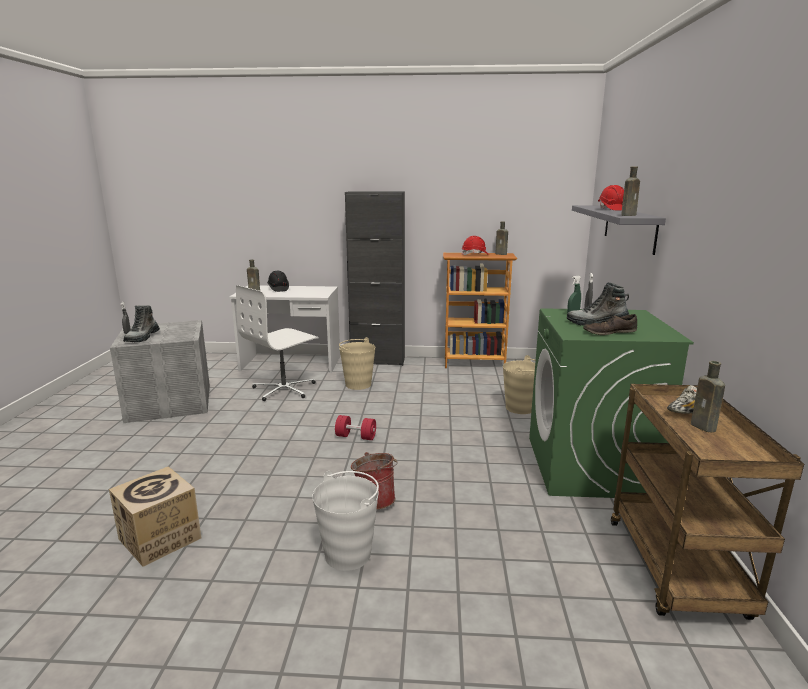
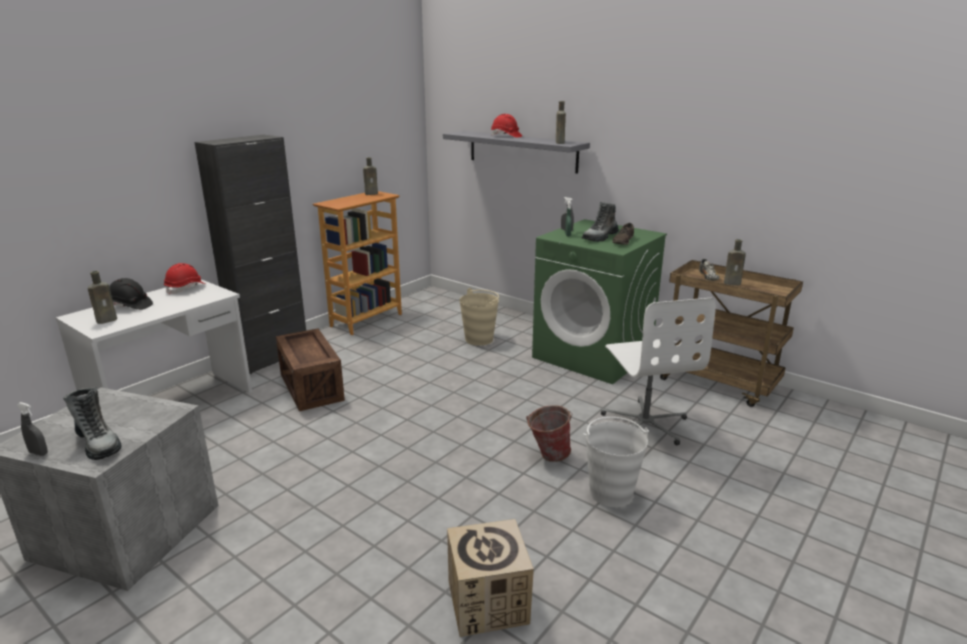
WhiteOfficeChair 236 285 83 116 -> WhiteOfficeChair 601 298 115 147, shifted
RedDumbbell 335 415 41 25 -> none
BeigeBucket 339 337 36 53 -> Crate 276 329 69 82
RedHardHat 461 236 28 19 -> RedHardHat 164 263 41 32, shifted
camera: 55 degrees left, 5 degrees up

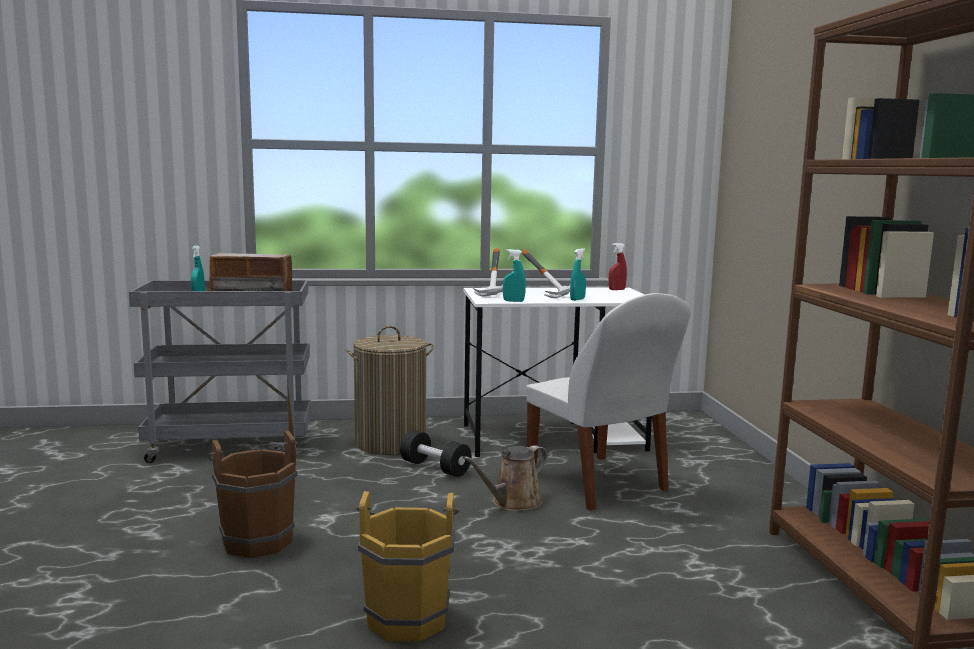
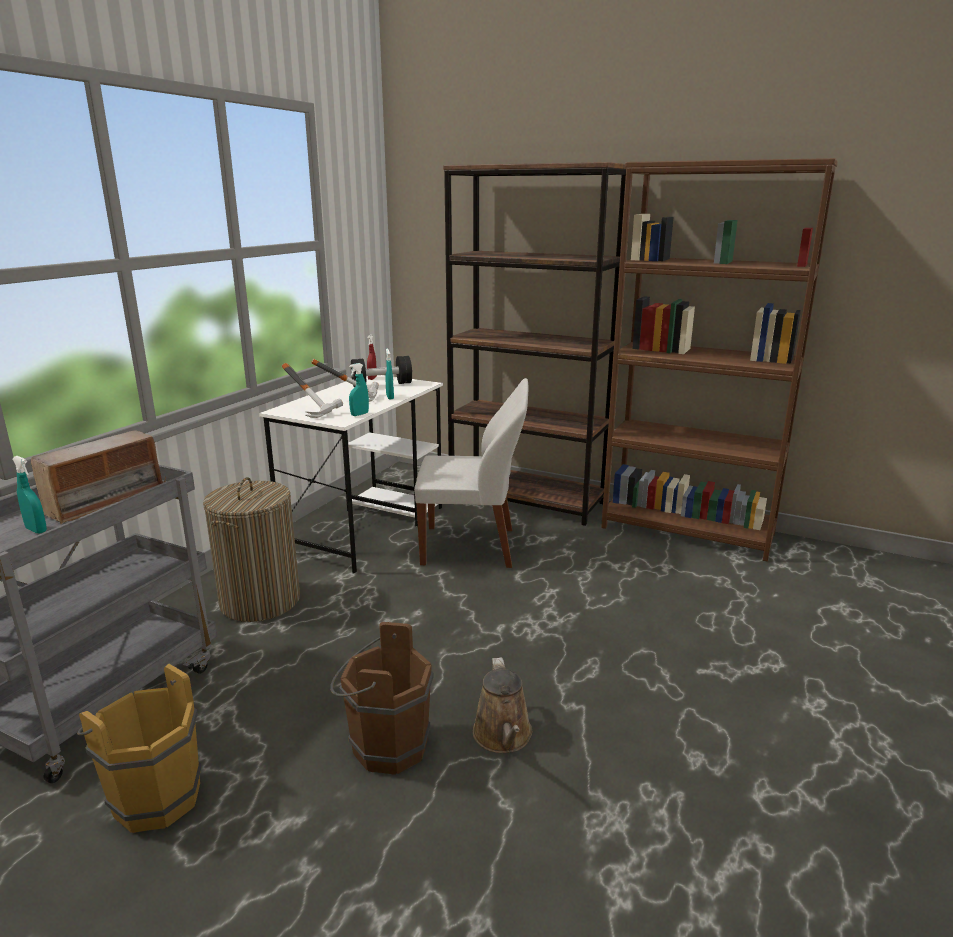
BrownBucket 356 491 103 151 -> BrownBucket 77 663 124 170, shifted
BlackDumbbell 400 430 71 47 -> BlackDumbbell 351 356 61 31, shifted
BrownWateringCan 463 445 84 66 -> BrownWateringCan 473 657 59 96, shifted
none -> BrownBookcase 443 162 183 364
camera: 55 degrees left, 10 degrees up

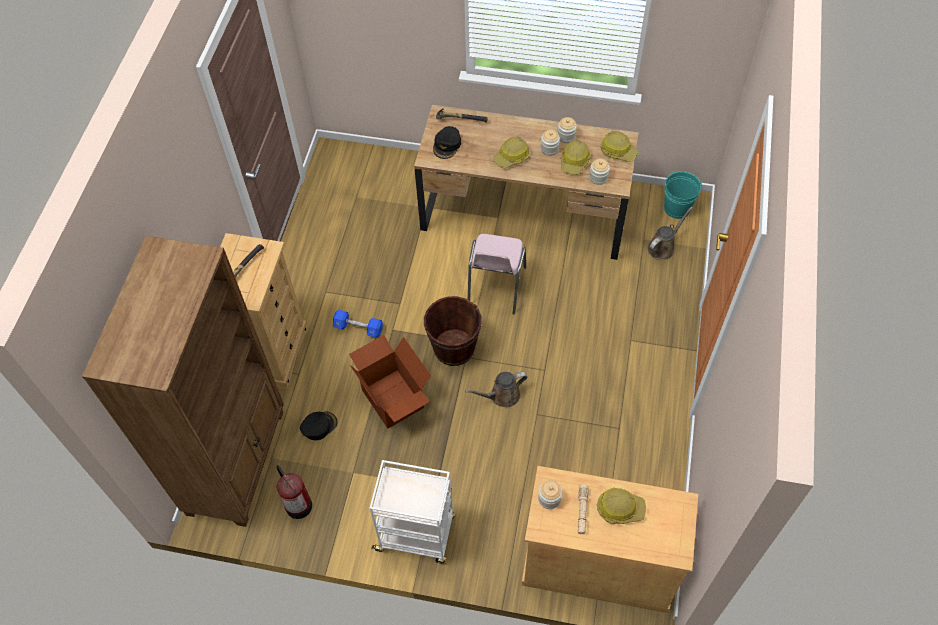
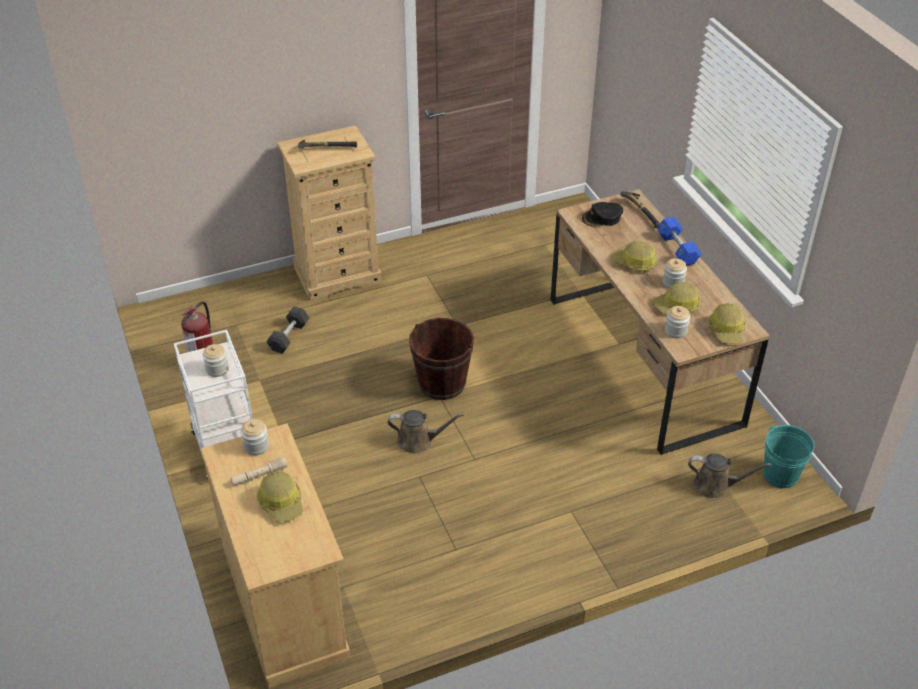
BrownBookcase 82 236 202 291 -> none
BlackCap 300 412 37 28 -> BlackDumbbell 266 306 43 48
BlueDumbbell 333 310 50 28 -> BlueDumbbell 657 217 45 49, shifted
CardboardBox 349 335 82 94 -> none
BrownWateringCan 465 372 62 35 -> BrownWateringCan 387 410 77 44, 150 degrees clockwise
PinkChair 468 234 58 81 -> none
Jar 558 117 19 26 -> Jar 203 344 26 33, shifted
camera: 55 degrees right, 15 degrees down

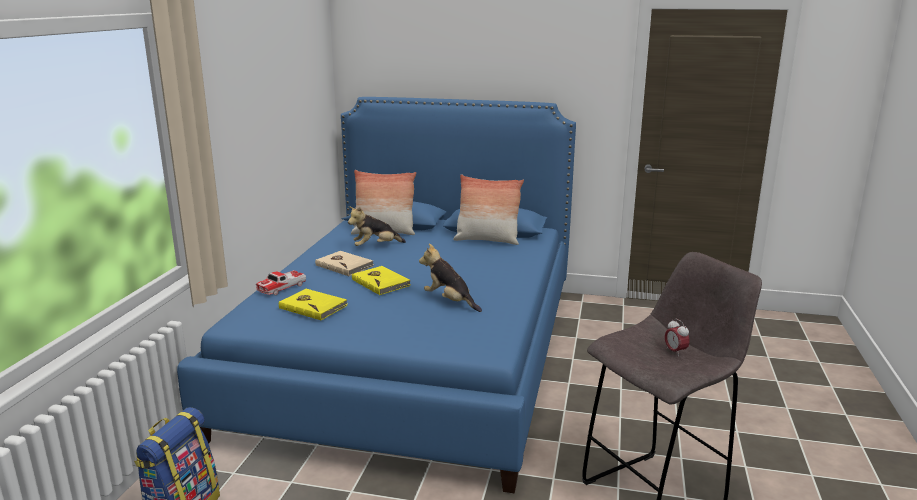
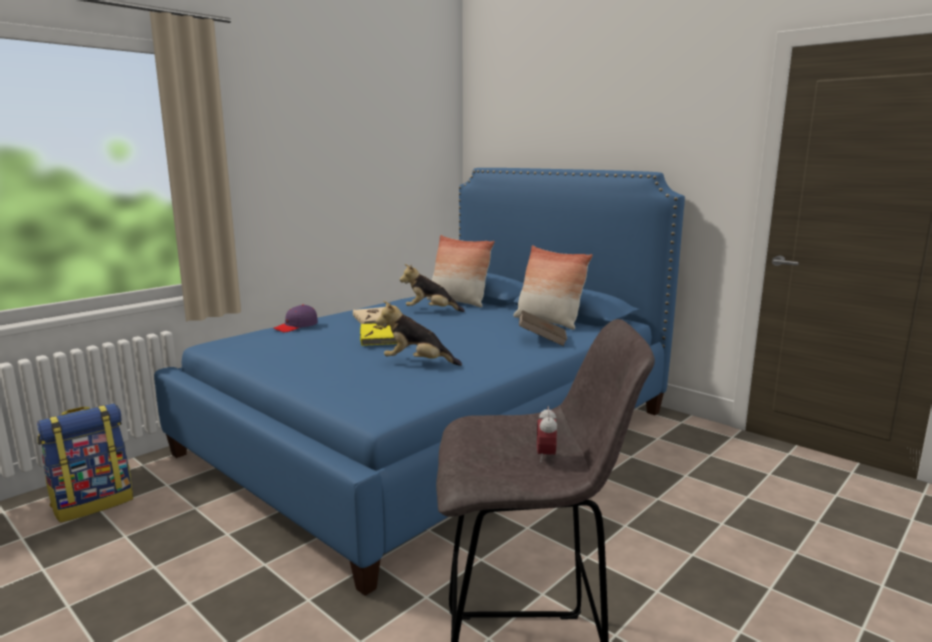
ToyCar 256 270 50 25 -> PurpleCap 273 304 45 28
YellowBook 279 289 69 31 -> none
PlushToy 419 244 63 68 -> PlushToy 376 300 86 66, 60 degrees counterclockwise
none -> BrownBook 519 310 48 36
camera: 30 degrees right, 5 degrees down

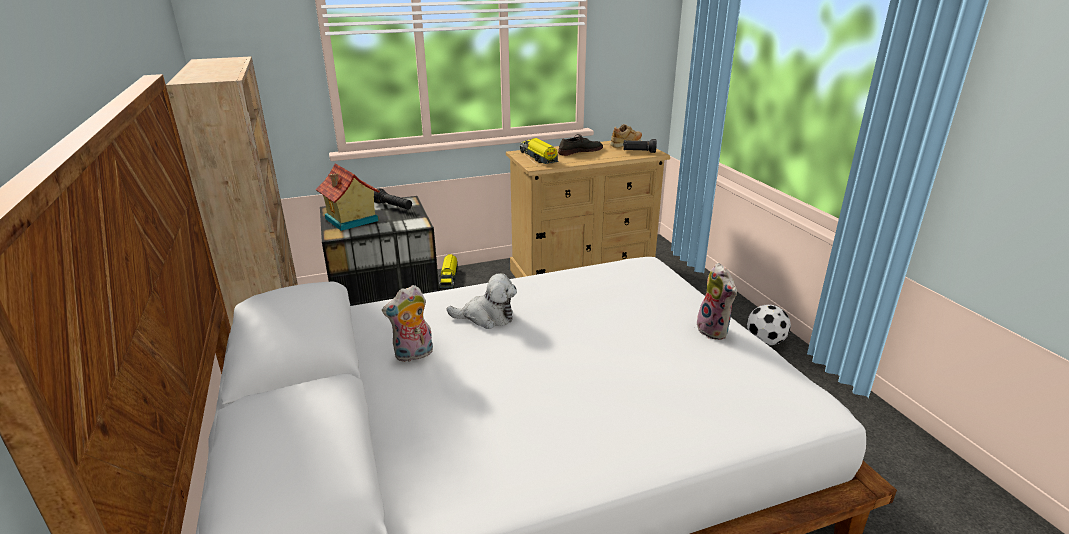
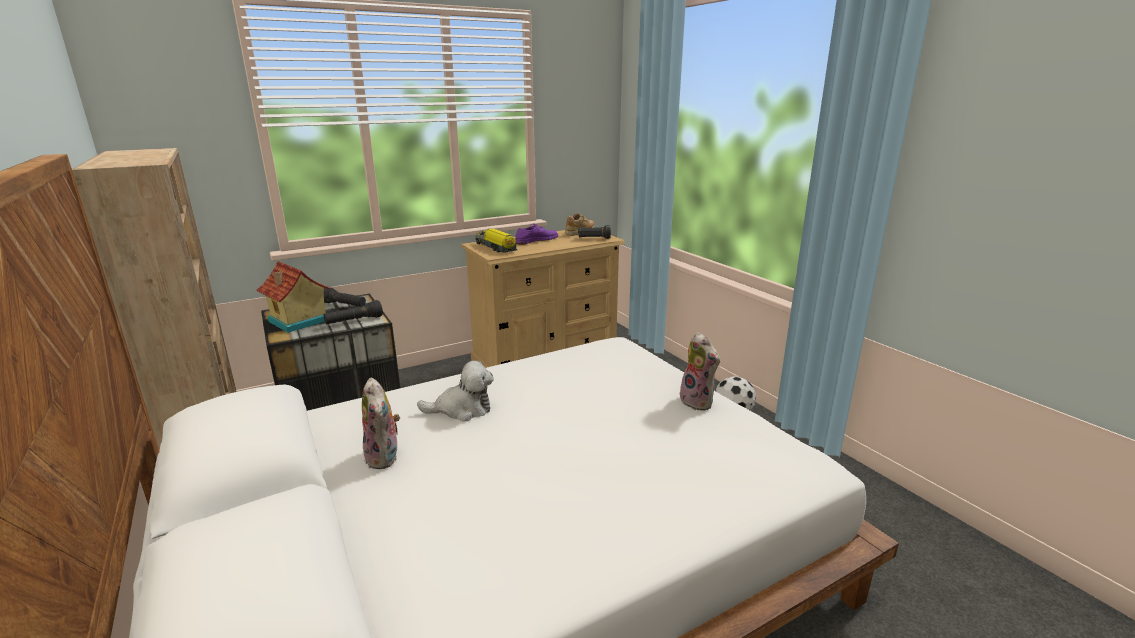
PlushToy 382 285 51 77 -> PlushToy 362 377 38 92, 75 degrees counterclockwise
ToyTruck 439 254 19 36 -> none
GreyShoe 558 134 45 22 -> PurpleShoe 515 224 43 21
none -> BlackFlashlight 324 300 59 24
camera: 10 degrees left, 5 degrees down

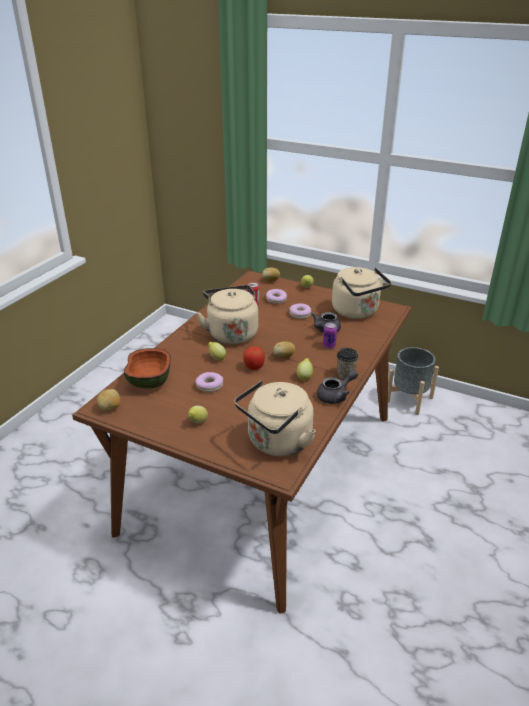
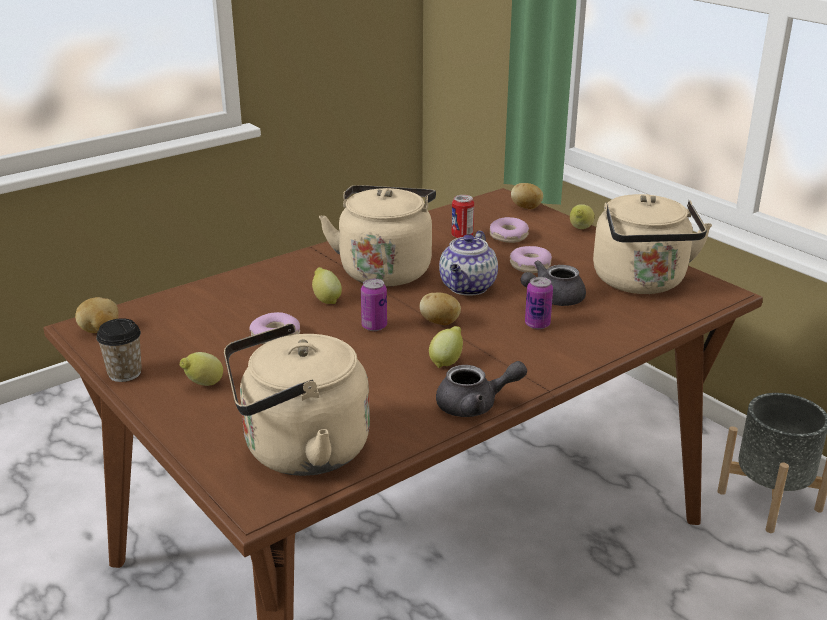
Bowl 124 348 47 40 -> none
Apple 243 346 22 24 -> Can 361 279 26 52
Cup 337 348 21 31 -> Cup 96 318 46 64, shifted
none -> Teapot 439 231 59 65
camera: 25 degrees right, 5 degrees down

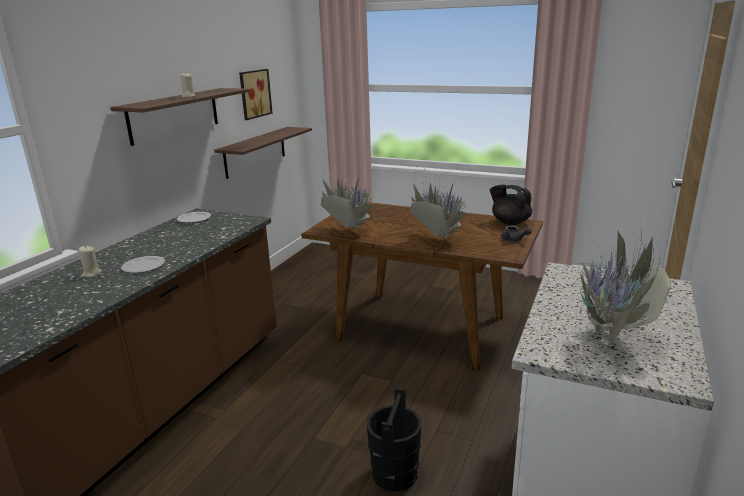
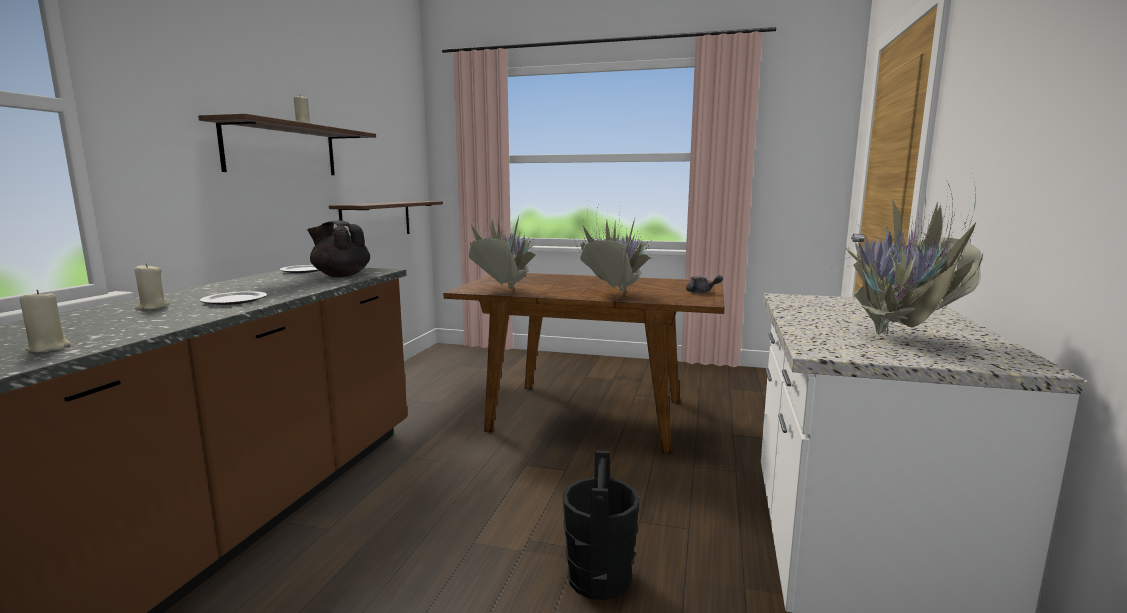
Picture 239 69 34 51 -> none
BlackTeapot 490 185 42 40 -> BlackTeapot 307 220 63 57, shifted
none -> BeigeCandle 20 290 51 63
camera: 10 degrees left, 10 degrees down

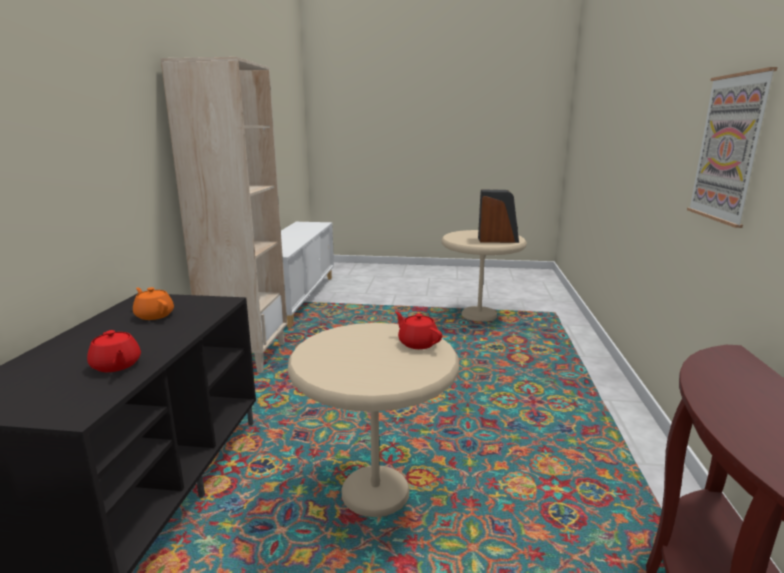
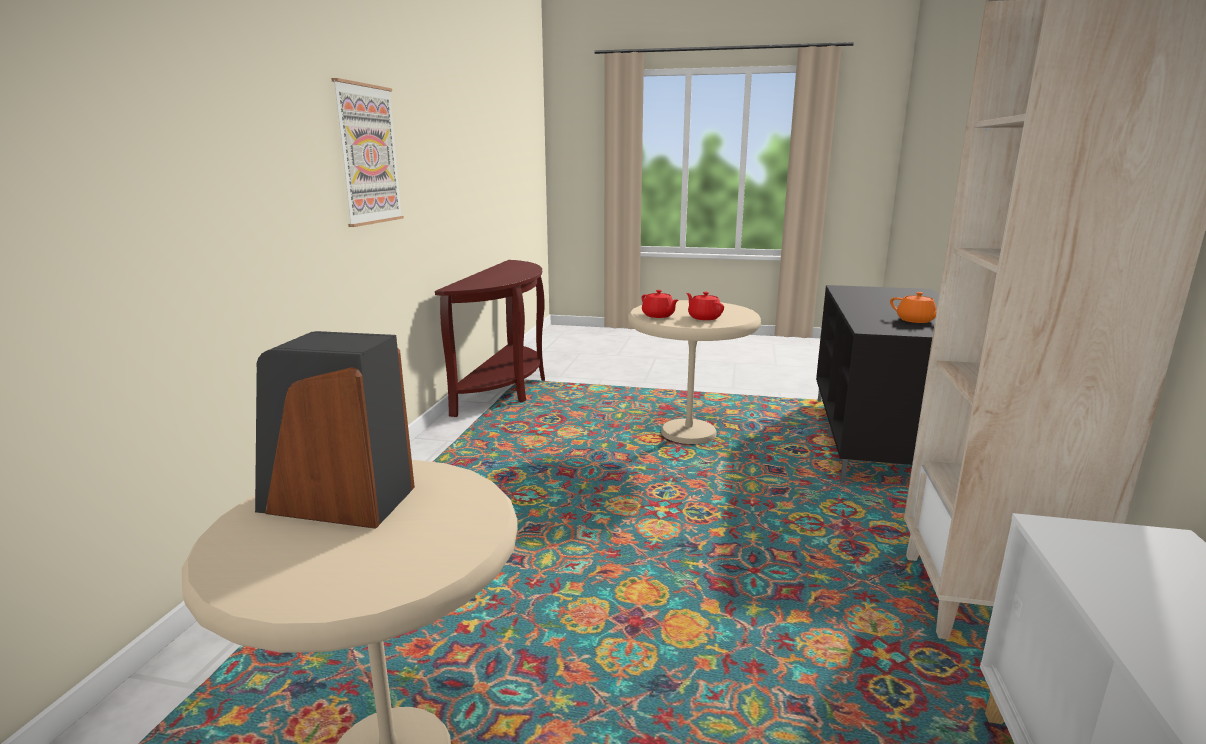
RedTeapot 87 330 54 42 -> RedTeapot 686 292 38 28, shifted
camera: 175 degrees left, 0 degrees up

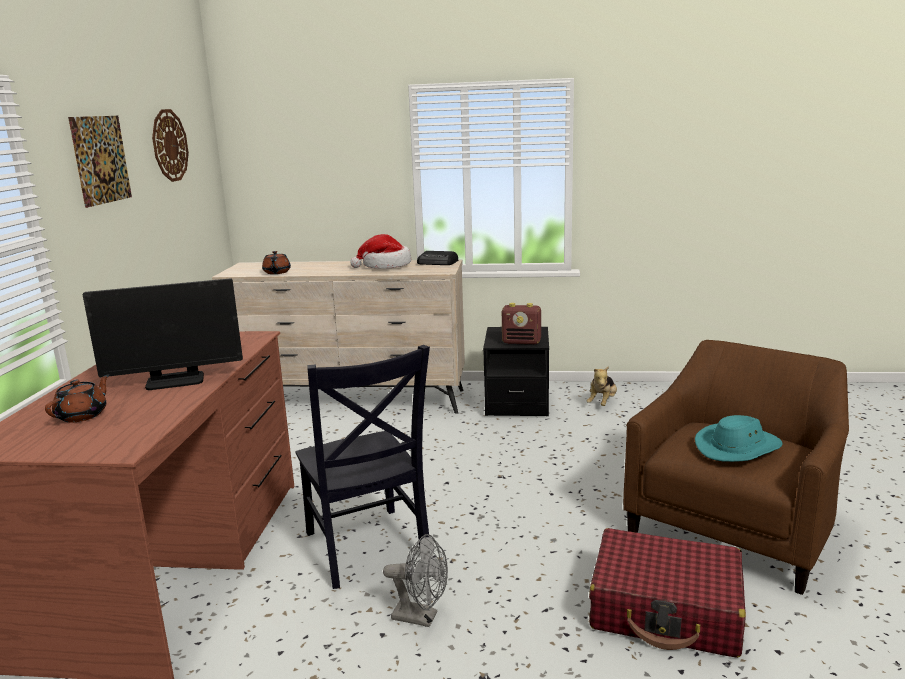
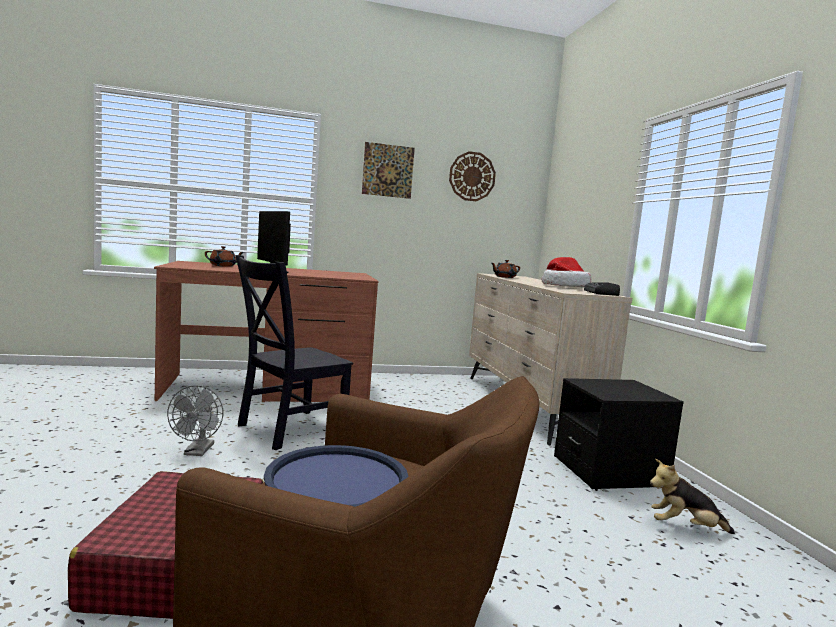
Radio 502 303 39 42 -> none
TurquoiseHat 695 415 88 47 -> BlueTray 264 445 145 62
camera: 70 degrees right, 10 degrees down

